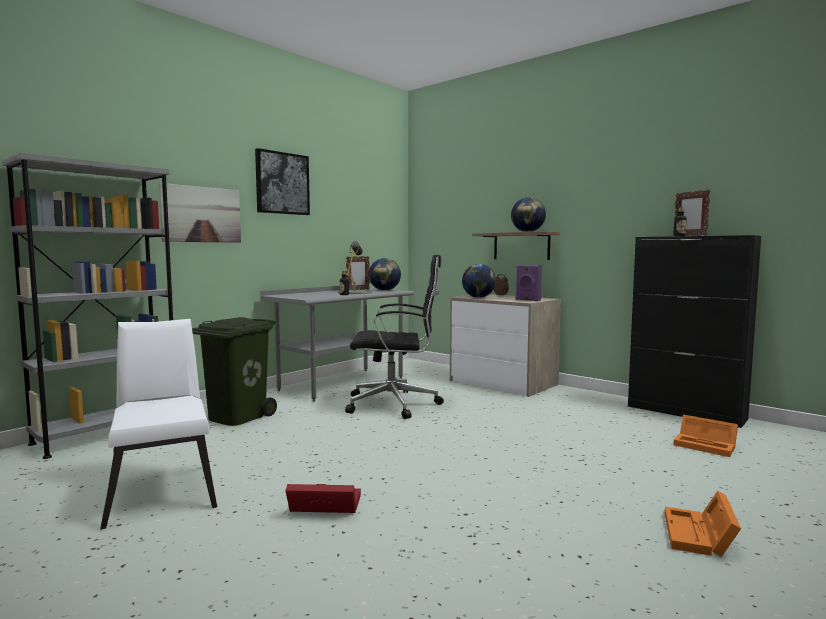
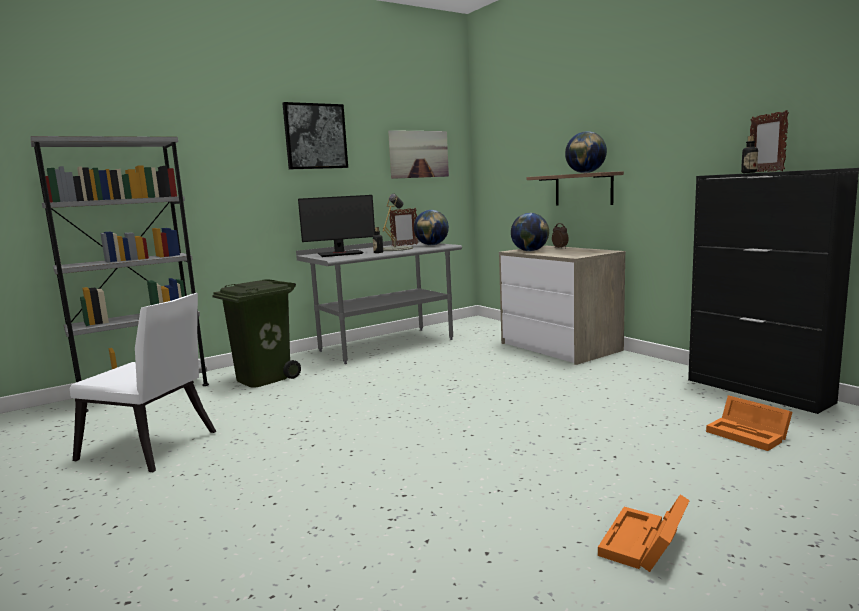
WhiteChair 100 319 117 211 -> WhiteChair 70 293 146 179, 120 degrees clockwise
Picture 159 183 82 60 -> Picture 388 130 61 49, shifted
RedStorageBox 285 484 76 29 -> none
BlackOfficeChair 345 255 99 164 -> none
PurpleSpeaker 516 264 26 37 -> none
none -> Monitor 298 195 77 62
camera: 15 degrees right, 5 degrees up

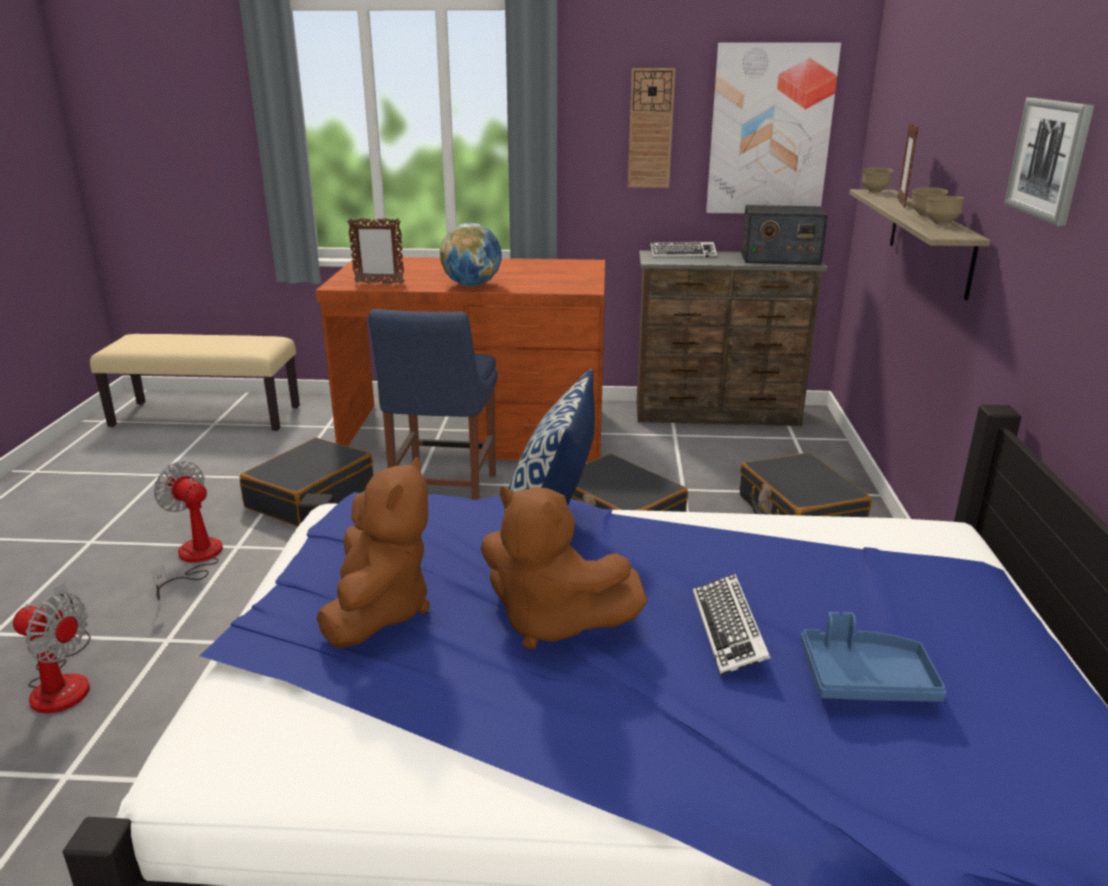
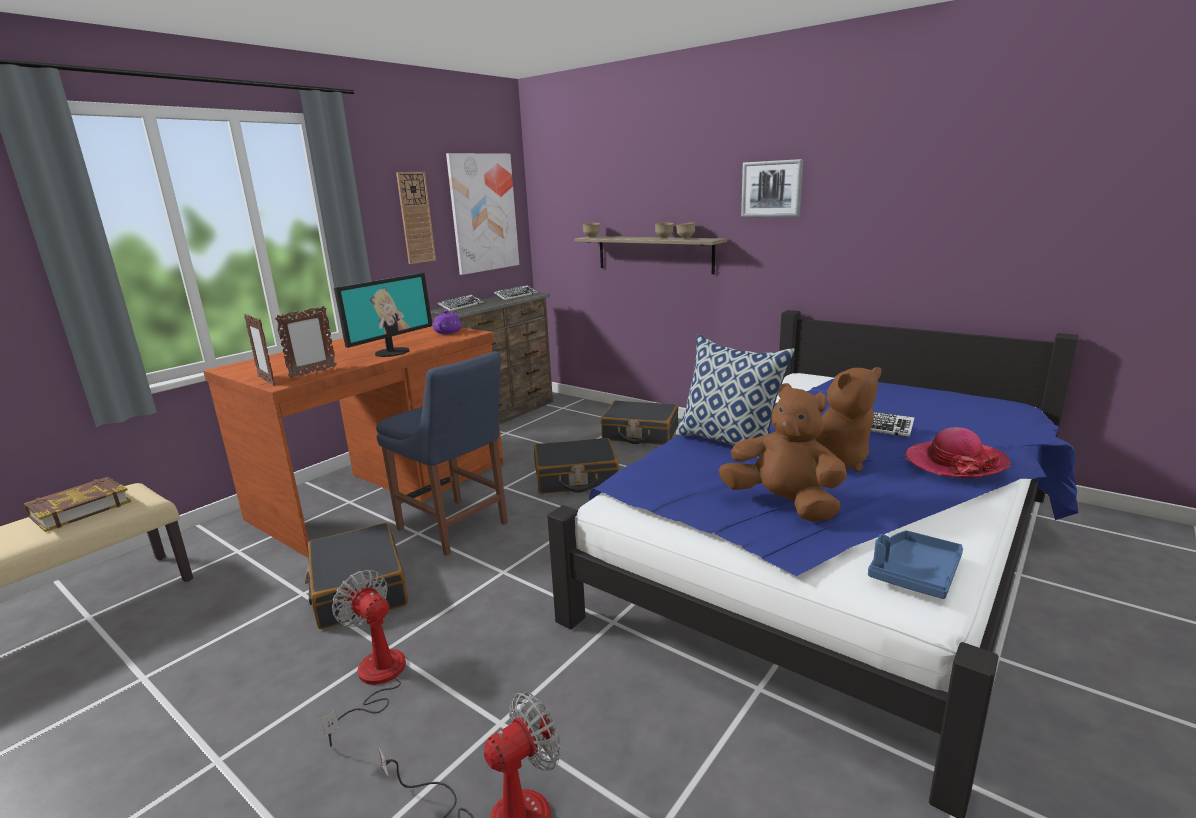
Fan 151 461 72 139 -> Fan 321 570 85 177, 60 degrees clockwise
Globe 440 223 62 63 -> Monitor 334 273 99 84
Radio 741 205 87 60 -> Keyboard 494 285 44 15
BlueTray 801 612 145 90 -> BlueTray 868 530 95 69, shifted
PictureFrame 897 123 21 85 -> PictureFrame 244 314 31 72, shifted
none -> Book 24 477 107 55
none -> PurpleTeapot 433 310 29 24
none -> Hat 905 427 106 51
camera: 55 degrees left, 5 degrees down

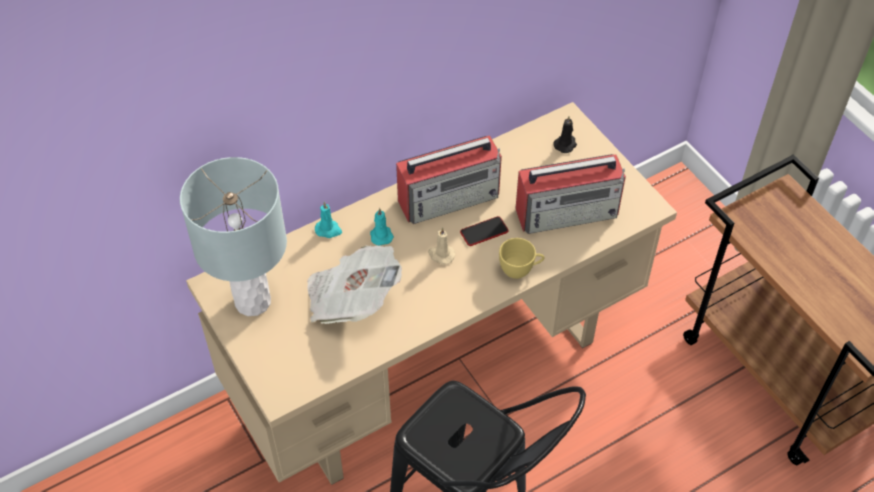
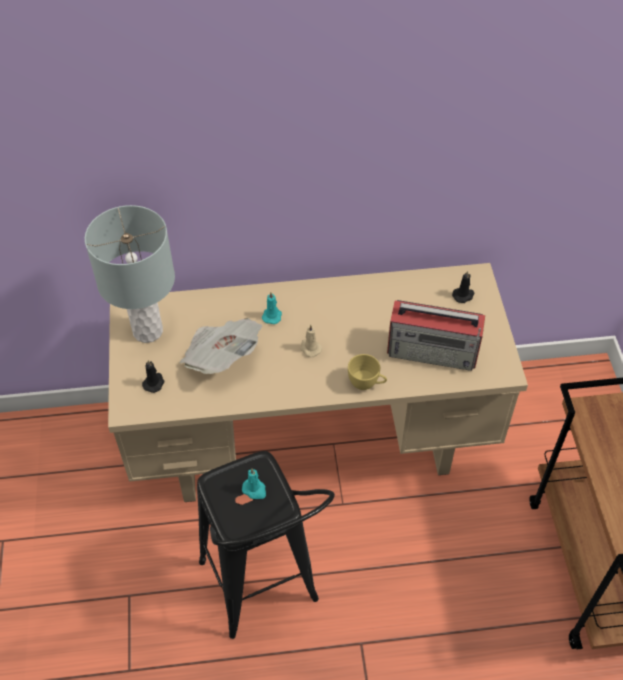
TurquoiseCandle 315 201 27 37 -> TurquoiseCandle 242 468 24 31, shifted
Radio 396 136 106 88 -> none
Phone 460 216 48 30 -> none
none -> BlackCandle 142 360 23 33
camera: 25 degrees right, 0 degrees up

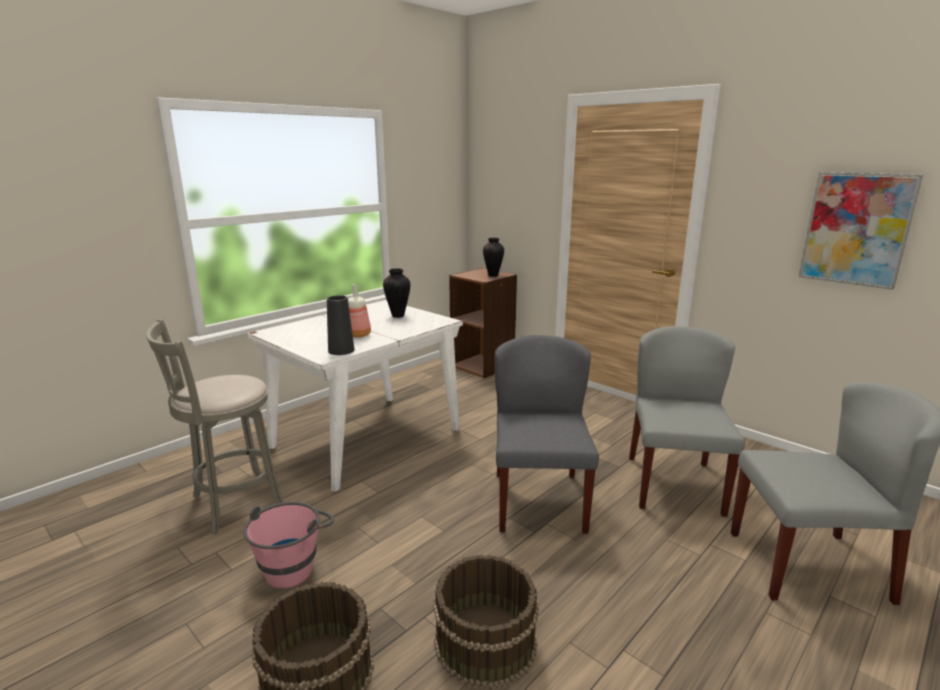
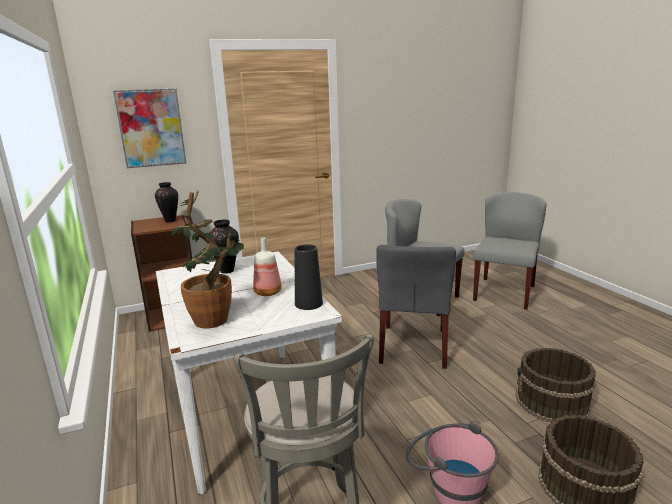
GreyChair 495 335 104 199 -> GreyChair 377 245 79 124, 105 degrees counterclockwise
Picture 798 172 125 118 -> Picture 113 89 73 79, shifted
none -> PottedPlant 171 190 73 138
camera: 65 degrees left, 0 degrees up

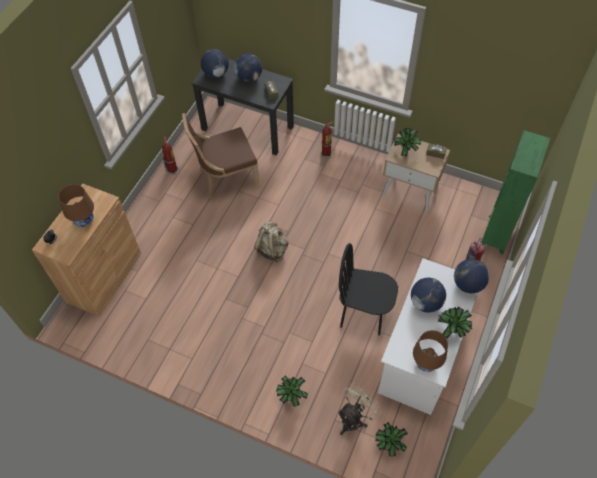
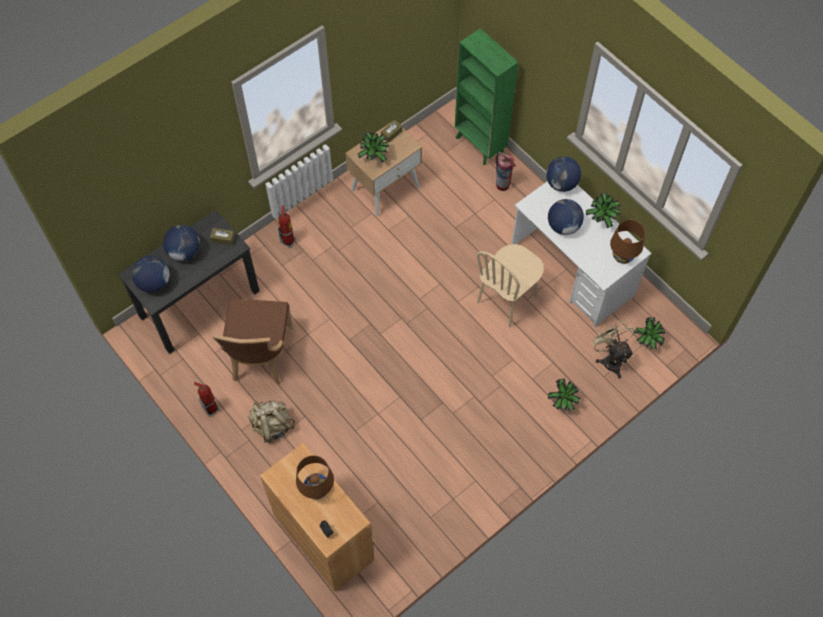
BeigeBackpack 254 222 34 40 -> BeigeBackpack 248 401 47 42, shifted
BlackChair 339 243 59 93 -> BeigeChair 476 244 68 83
camera: 65 degrees left, 5 degrees up

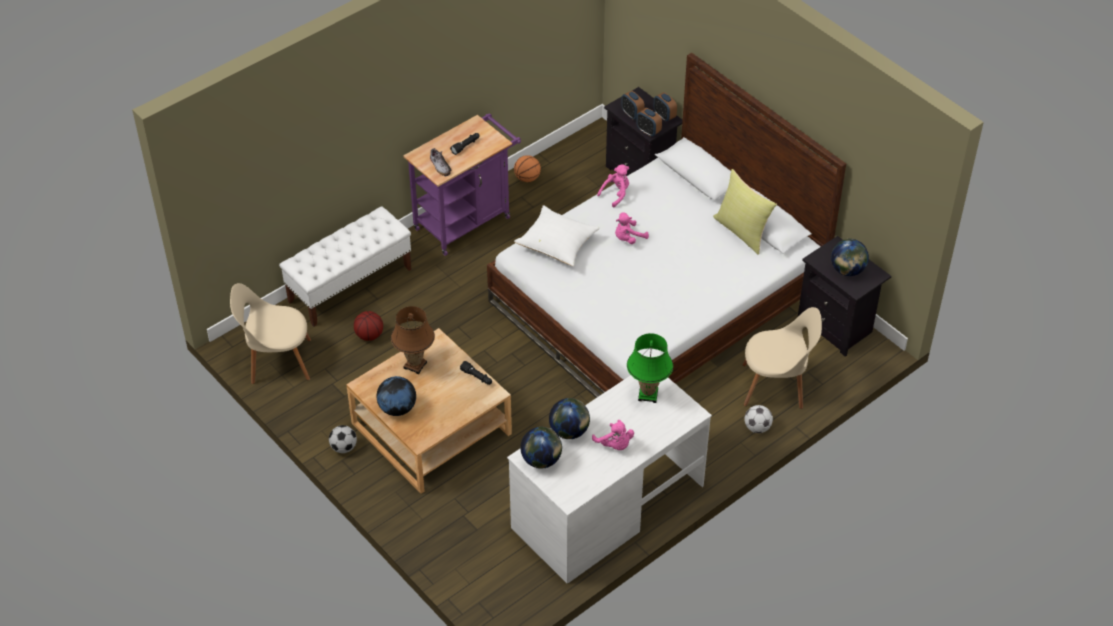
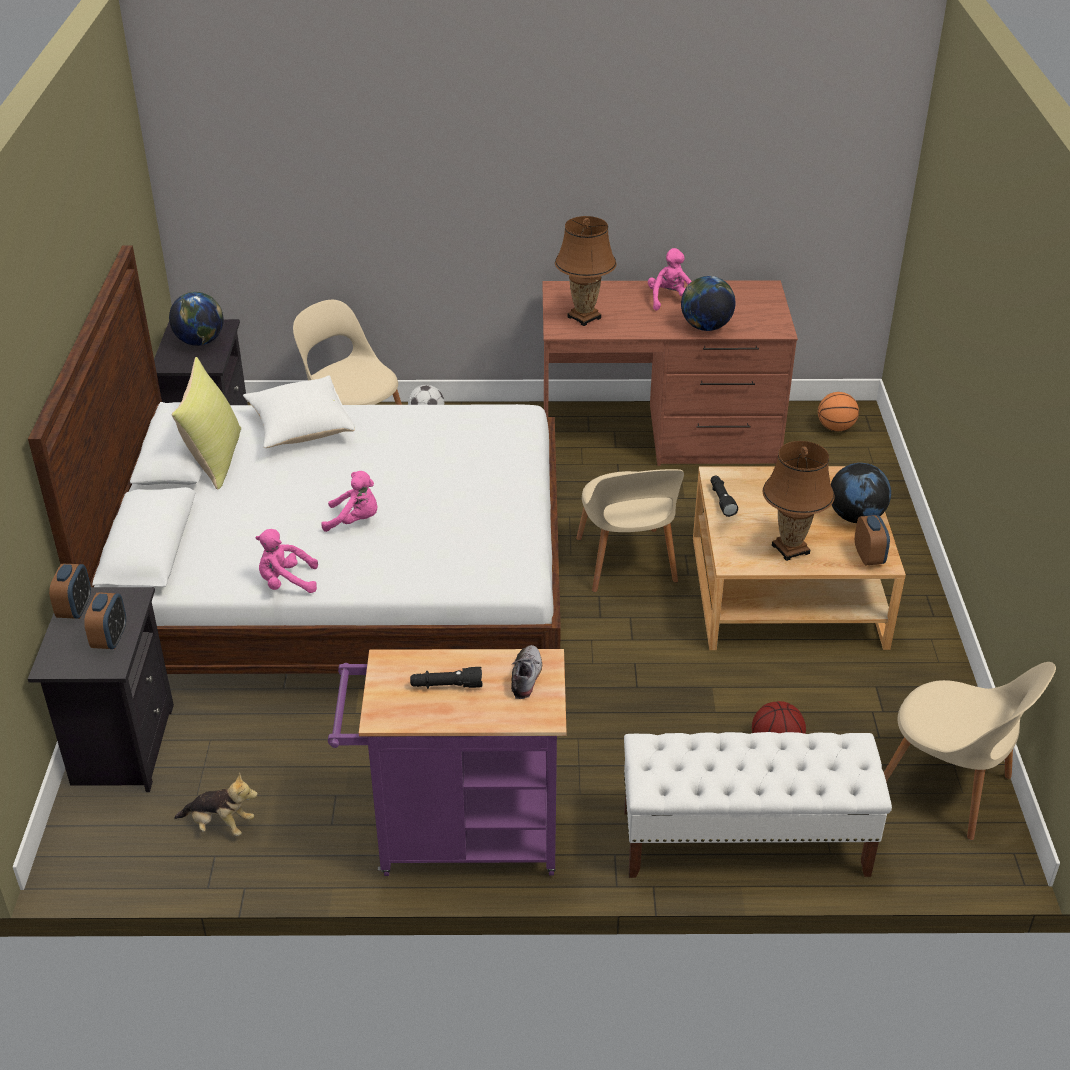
Football 329 425 28 28 -> none
WhiteDesk 507 375 205 208 -> BrownDesk 542 280 256 186
Basketball 514 155 27 27 -> Basketball 818 392 41 39, shifted
WhitePillow 514 205 86 61 -> WhitePillow 243 376 112 72, shifted
Globe 521 427 41 42 -> none
GreenTableLamp 627 333 46 70 -> BrownTableLamp 555 216 61 110
AlarmClock 637 108 25 29 -> AlarmClock 855 515 35 51, shifted
none -> PlushToy 174 772 84 64
none -> BeigeChair 576 469 108 123
camera: 140 degrees left, 10 degrees down

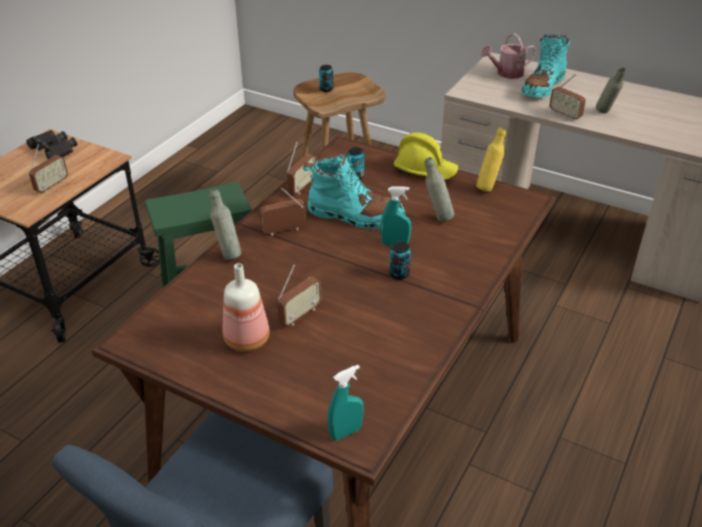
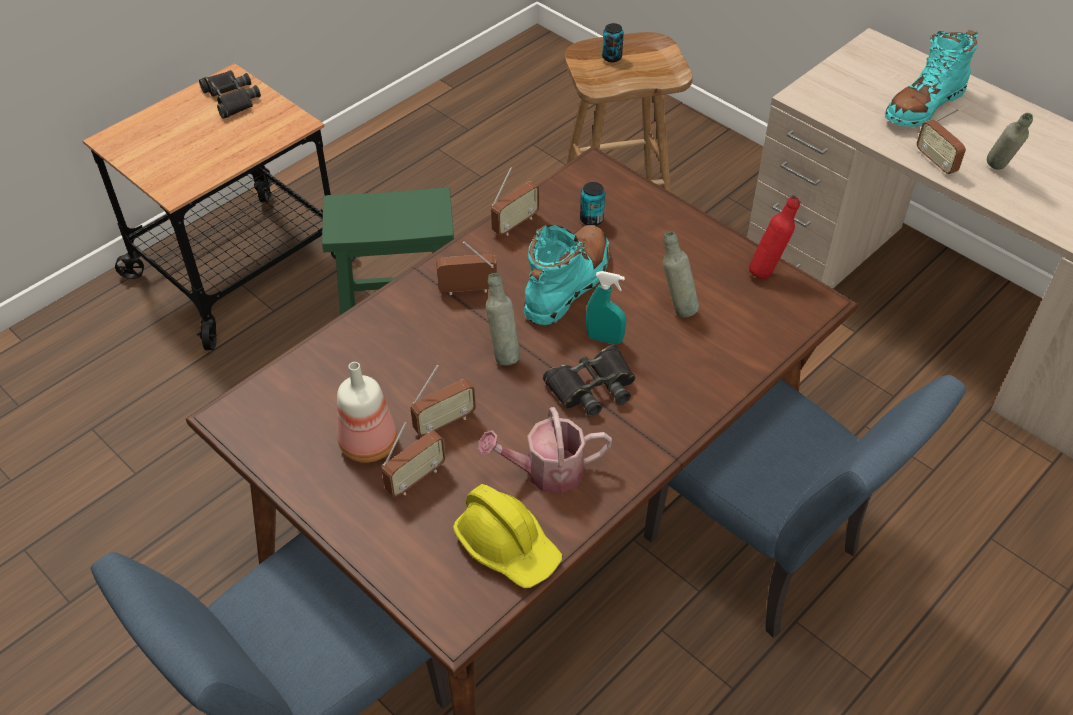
Radio 29 144 39 49 -> Radio 382 422 64 76, shifted
GreyBottle 209 189 32 71 -> GreyBottle 486 273 34 93, shifted
TurquoiseBoot 303 154 102 75 -> TurquoiseBoot 524 225 86 100, 90 degrees counterclockwise
TurquoiseSprayBottle 328 365 36 75 -> none
Can 389 242 22 38 -> BlackBinoculars 543 345 92 72
YellowHardHat 394 132 65 48 -> YellowHardHat 453 484 109 104, shifted
YellowBottle 476 127 30 65 -> RedBottle 749 195 52 84
WateringCan 480 33 56 46 -> WateringCan 477 407 135 87, shifted
none -> BlueChair 644 375 322 263
camera: 15 degrees right, 10 degrees up

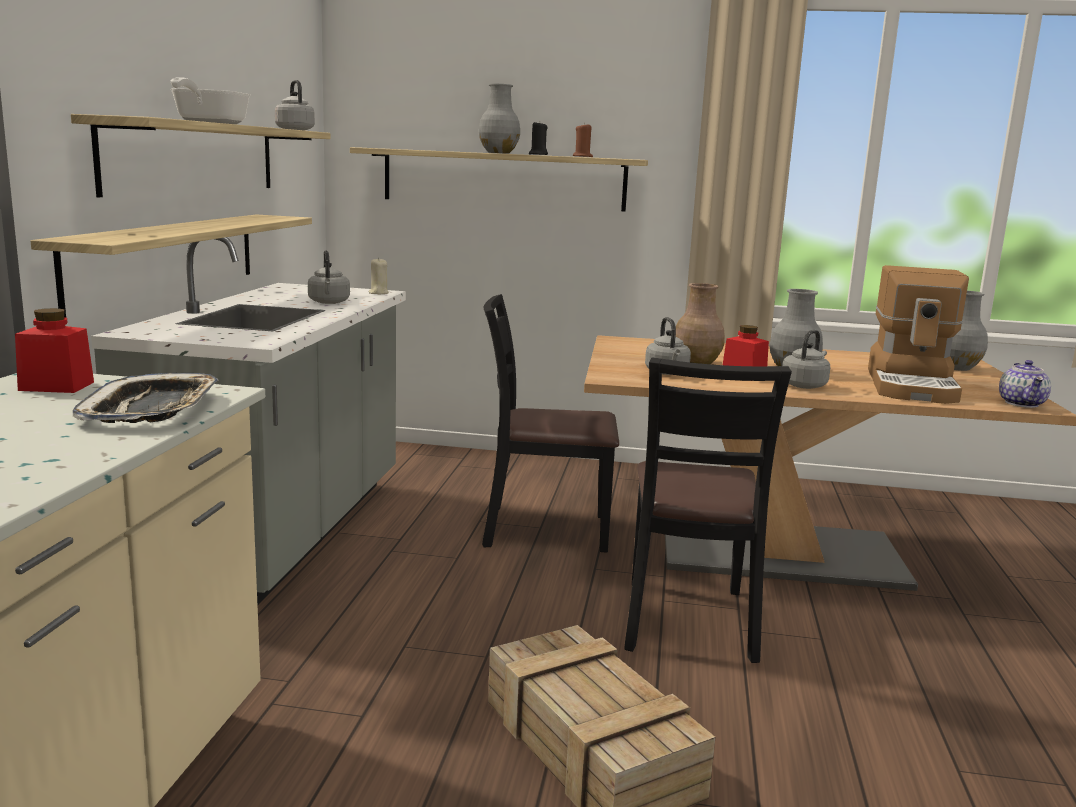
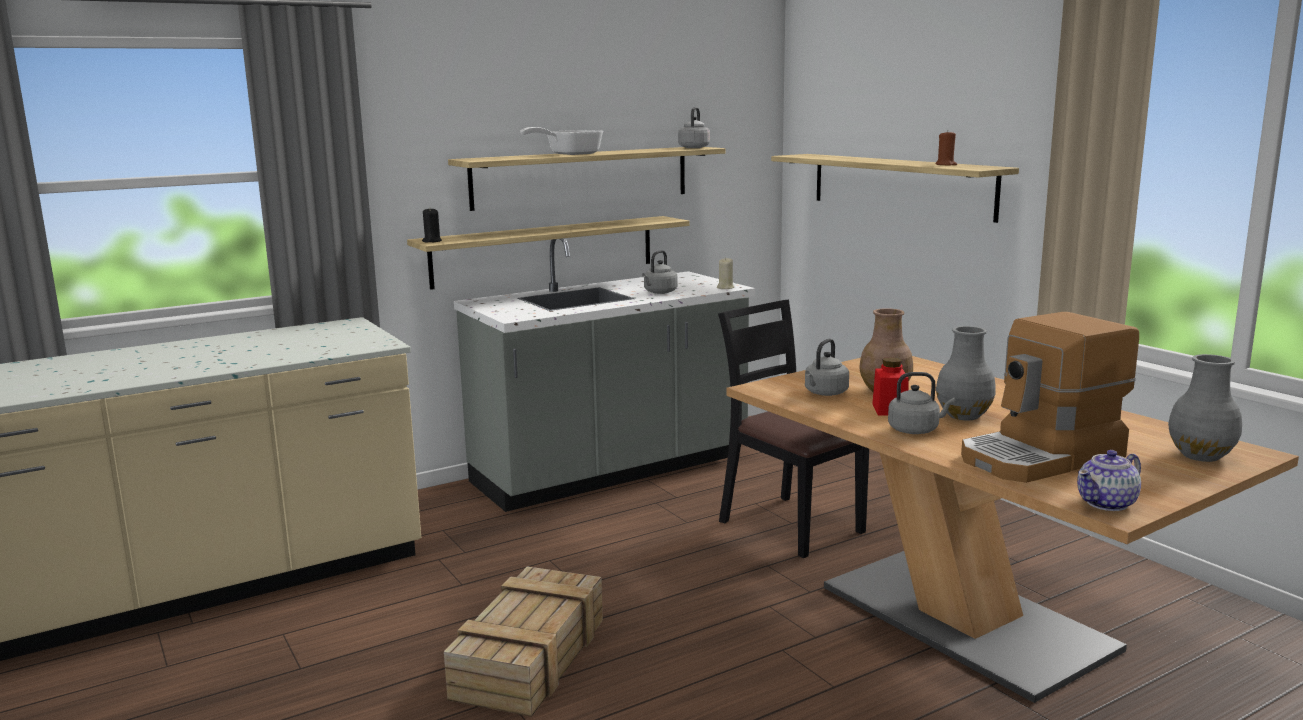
RedJar 15 308 79 85 -> none
Tray 73 373 146 50 -> none
GreyVase 478 84 42 70 -> none
BlackCandle 529 122 19 33 -> BlackCandle 422 208 20 34, shifted
BlackChair 624 358 168 305 -> none
camera: 50 degrees right, 0 degrees up

